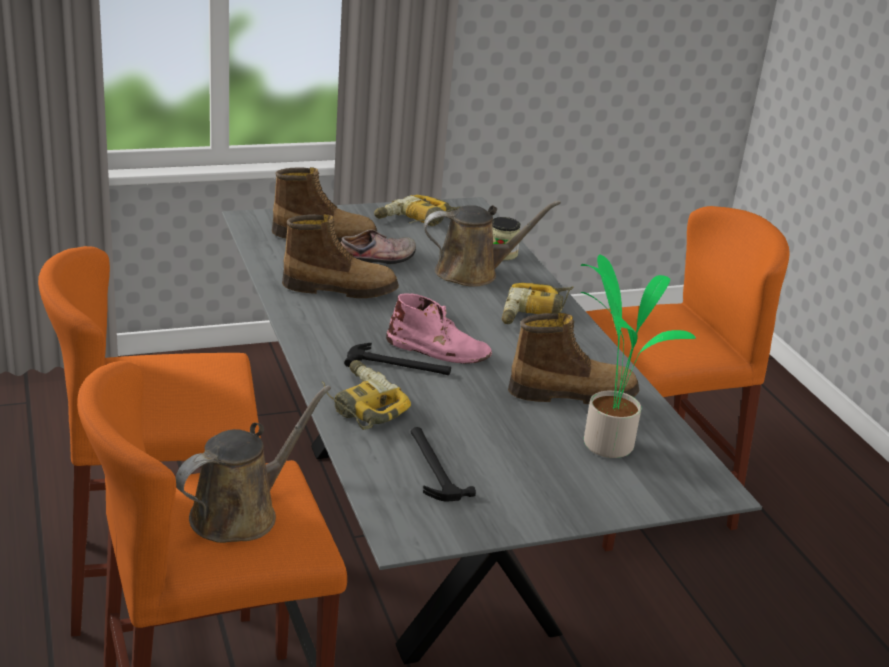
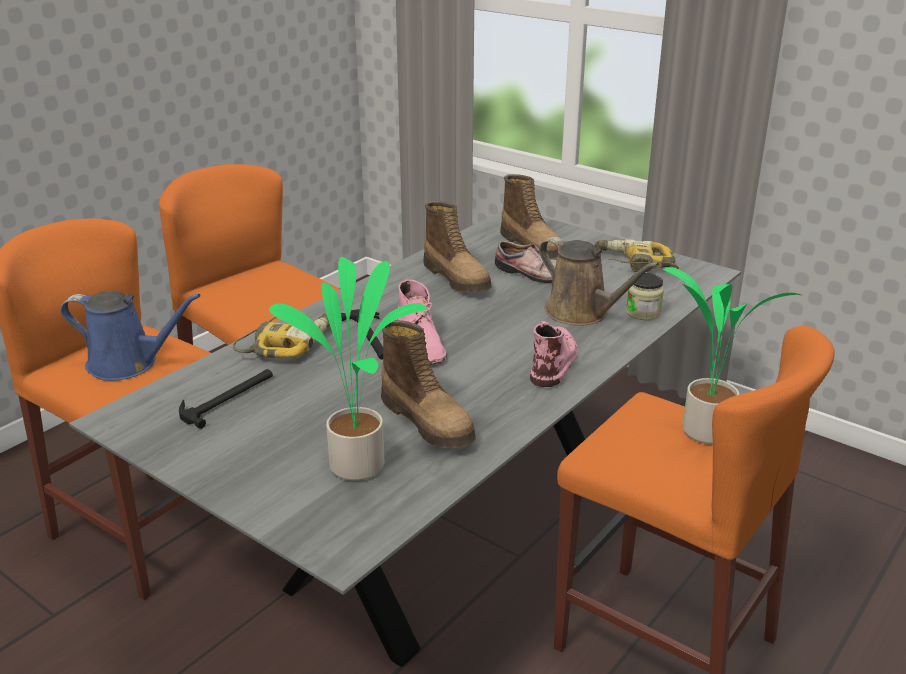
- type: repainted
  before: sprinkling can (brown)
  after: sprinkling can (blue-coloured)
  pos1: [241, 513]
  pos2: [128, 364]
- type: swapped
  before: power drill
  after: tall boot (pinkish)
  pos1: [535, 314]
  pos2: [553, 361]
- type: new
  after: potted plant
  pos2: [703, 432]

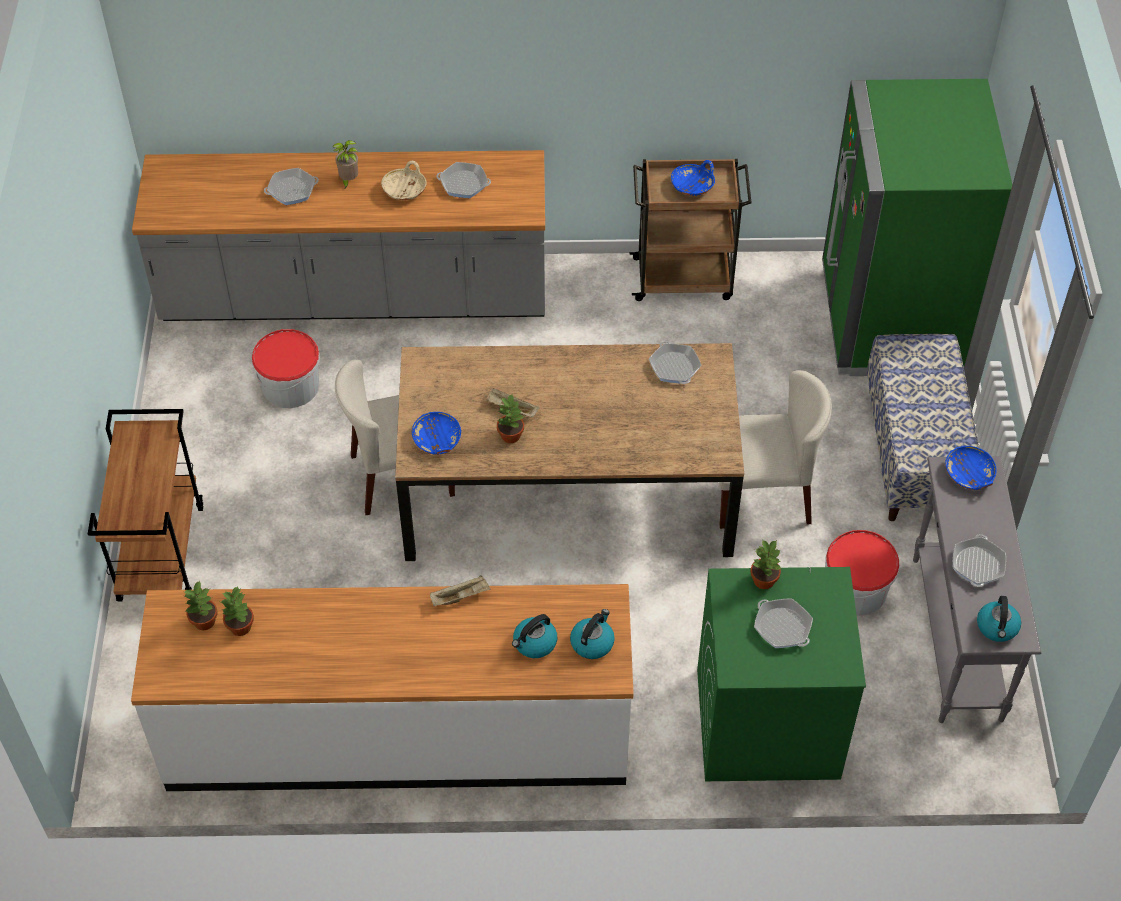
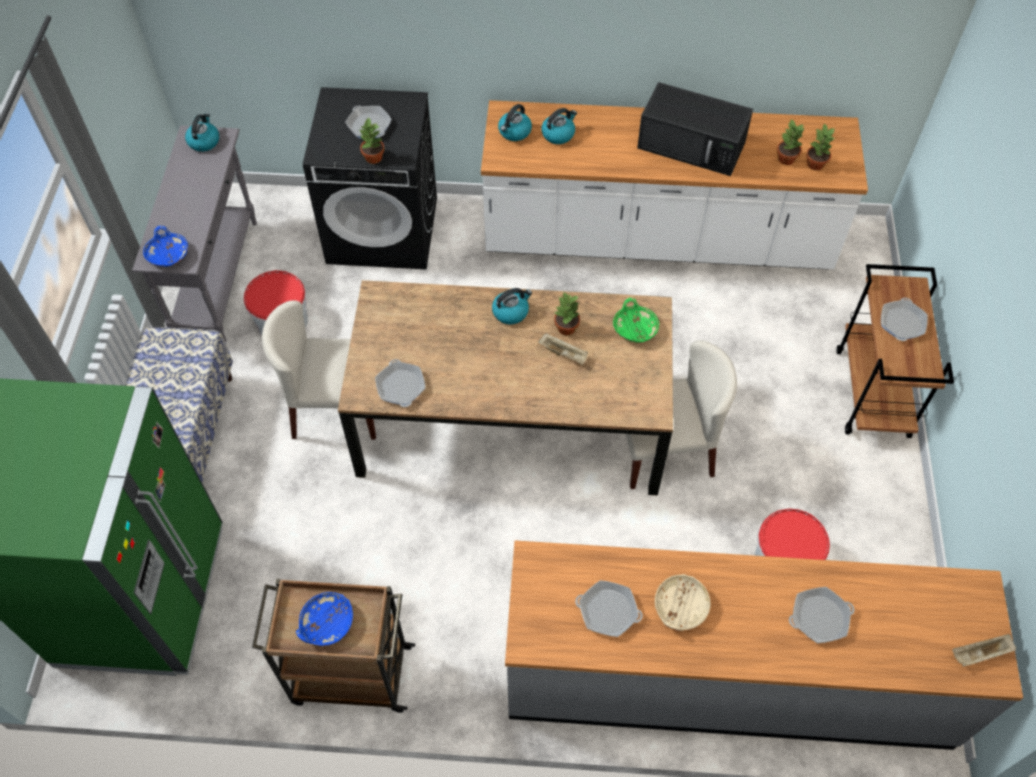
- type: gone
  before: potted plant
  pos1: [348, 181]
- type: repainted
  before: bowl (blue-coloured)
  after: bowl (greenish)
  pos1: [437, 440]
  pos2: [634, 328]
- type: shifted
  before: serving tray (beige)
  pos1: [460, 596]
  pos2: [979, 654]
- type: repainted
  before: washing machine (greenish)
  after: washing machine (blackish)
  pos1: [766, 724]
  pos2: [383, 230]
- type: shifted
  before: skillet
  pos1: [977, 565]
  pos2: [902, 323]
- type: new
  after: tea kettle
  pos2: [511, 312]
- type: new
  after: kitchen microwave (blackish)
  pos2: [693, 145]

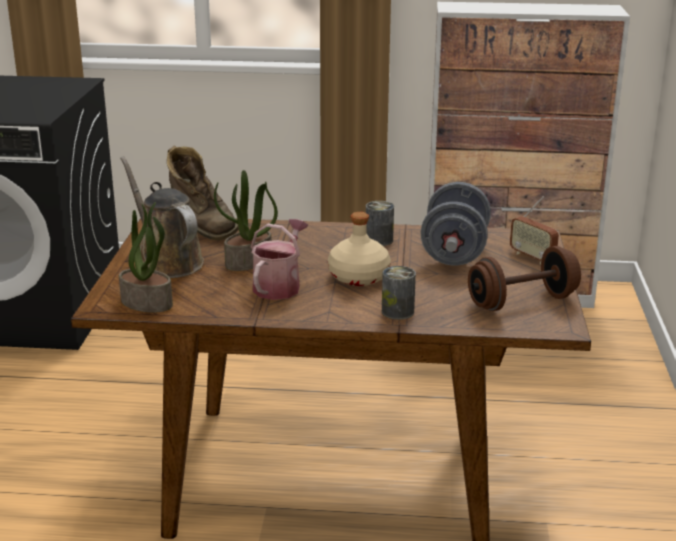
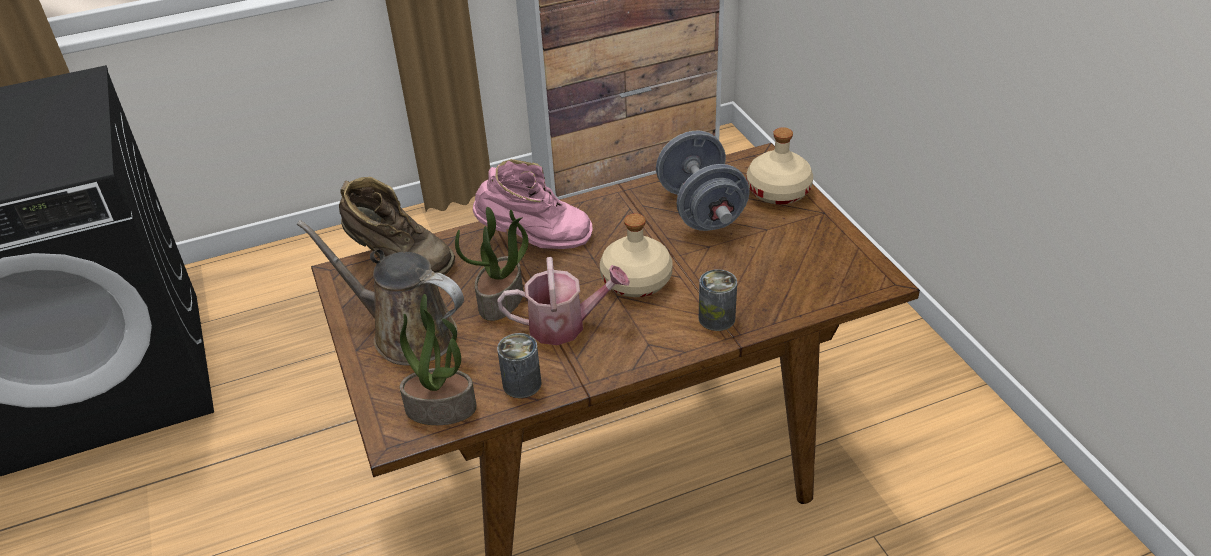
- type: rotated
  before: sprinkling can
  pos1: [279, 285]
  pos2: [565, 325]
  turn: 90
- type: shifted
  before: metal can
  pos1: [379, 240]
  pos2: [522, 384]
- type: gone
  before: dumbbell (brown)
  pos1: [522, 302]
- type: swapped
  before: radio set
  after: beverage bottle (beige)
  pos1: [532, 257]
  pos2: [779, 191]
- type: new
  after: tall boot (pinkish)
  pos2: [535, 241]

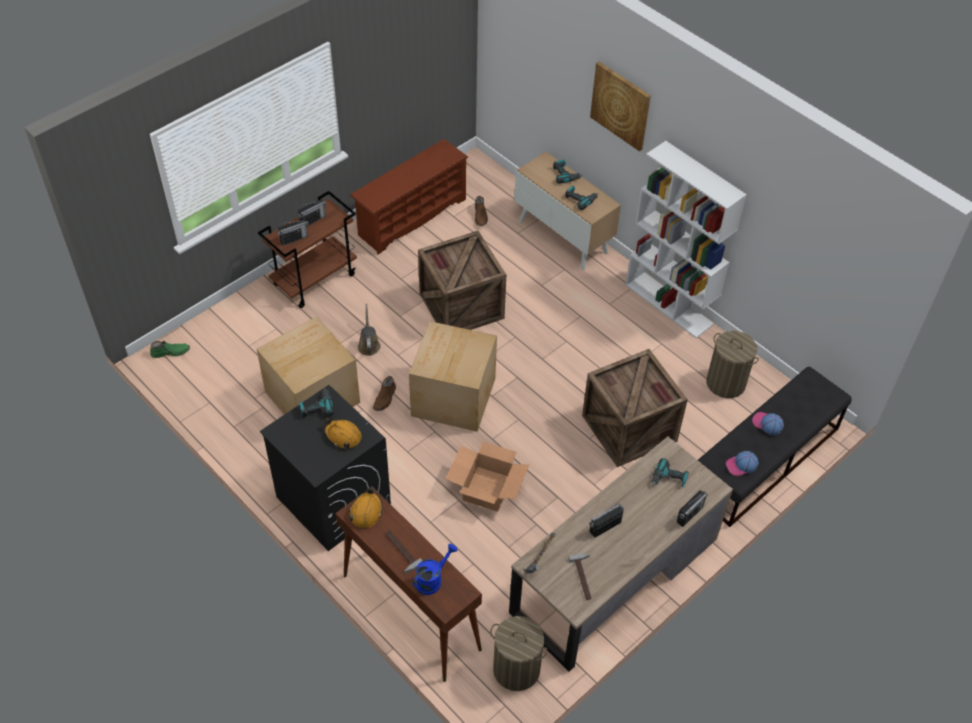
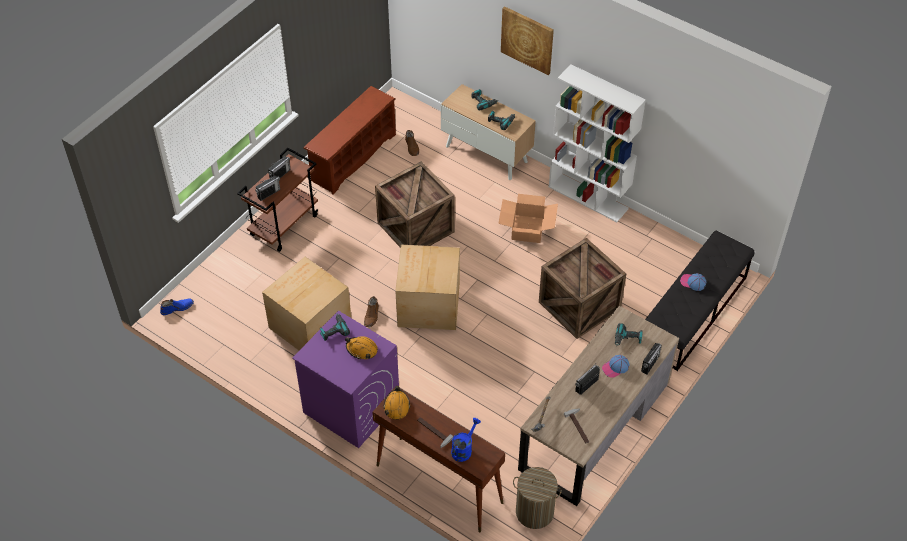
- type: repainted
  before: tall boot (greenish)
  after: tall boot (blue-coloured)
  pos1: [170, 352]
  pos2: [177, 308]
- type: repainted
  before: washing machine (blackish)
  after: washing machine (purplish)
  pos1: [332, 500]
  pos2: [351, 407]
- type: gone
  before: sprinkling can (brown)
  pos1: [369, 344]
- type: shifted
  before: carton
  pos1: [486, 489]
  pos2: [527, 229]
- type: gone
  before: washing basket
  pos1: [726, 383]
- type: shifted
  before: cap
  pos1: [741, 465]
  pos2: [615, 368]

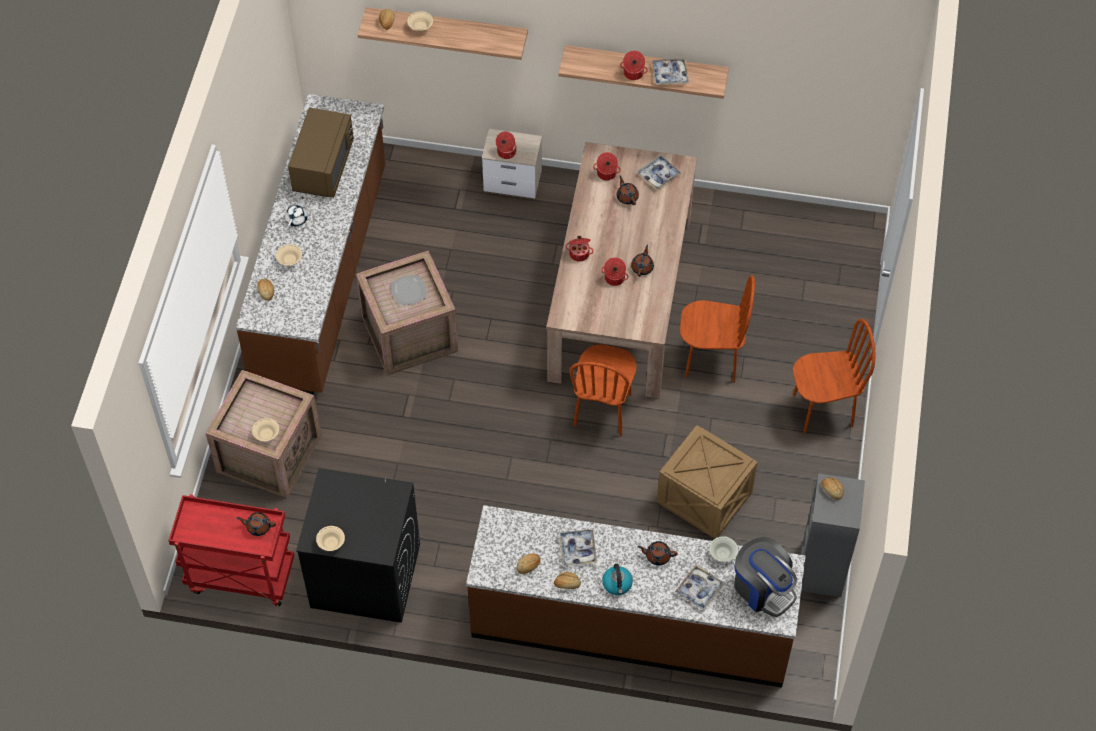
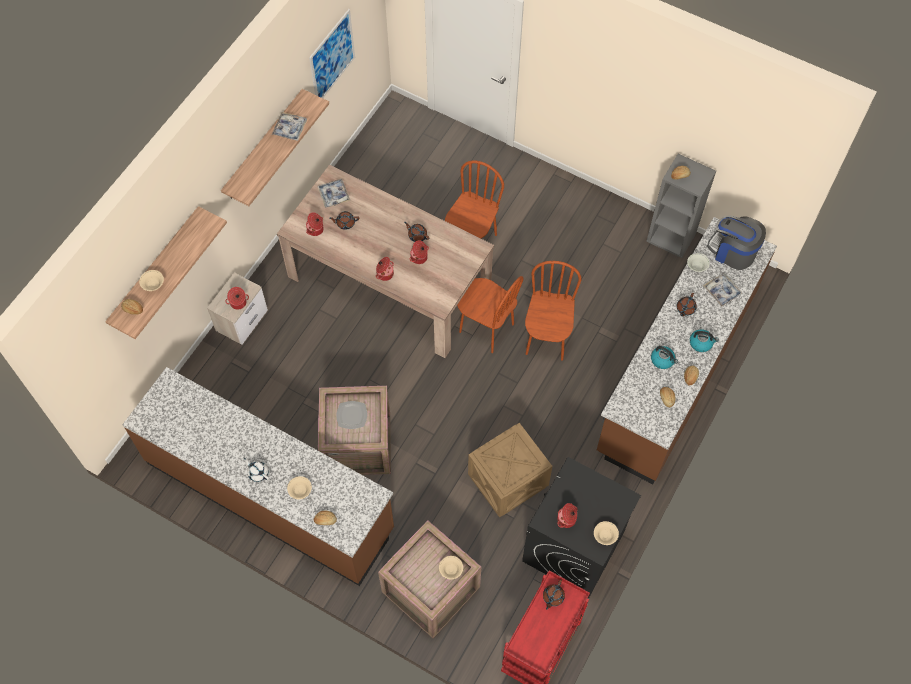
- type: gone
  before: kitchen microwave (brown)
  pos1: [323, 167]
- type: swapped
  before: serving tray
  after: tea kettle
  pos1: [577, 549]
  pos2: [662, 360]
- type: shifted
  before: stockpot
  pos1: [633, 73]
  pos2: [567, 519]
- type: shifted
  before: crate
  pos1: [705, 498]
  pos2: [509, 479]
- type: rotated
  before: coffee machine
  pos1: [762, 588]
  pos2: [732, 251]
  turn: -120
- type: shifted
  before: upright chair (brown)
  pos1: [823, 410]
  pos2: [547, 339]
- type: new
  after: wall art
  pos2: [332, 57]

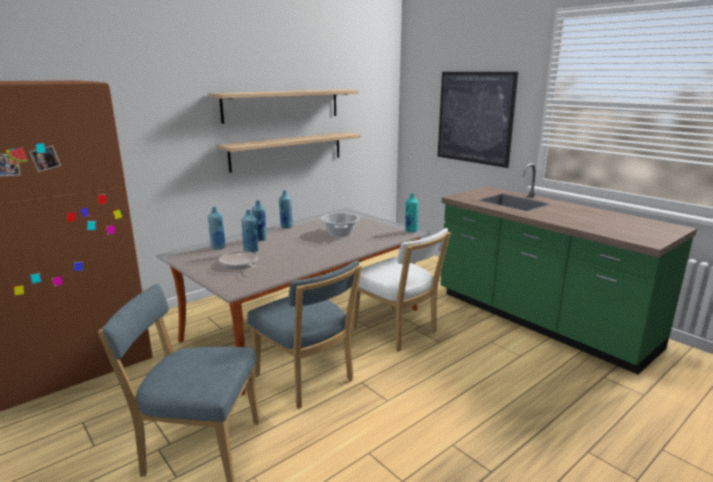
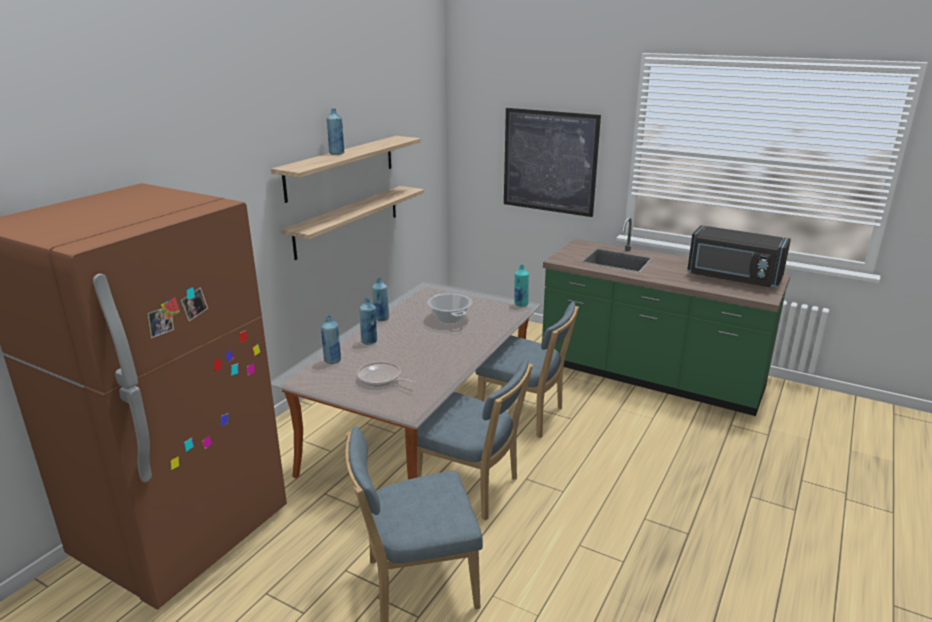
- type: shifted
  before: beverage bottle (blue-coloured)
  pos1: [251, 252]
  pos2: [337, 153]
- type: repainted
  before: upright chair (white-coloured)
  after: upright chair (blue-coloured)
  pos1: [397, 331]
  pos2: [524, 416]
- type: new
  after: kitchen microwave (blackish)
  pos2: [733, 278]

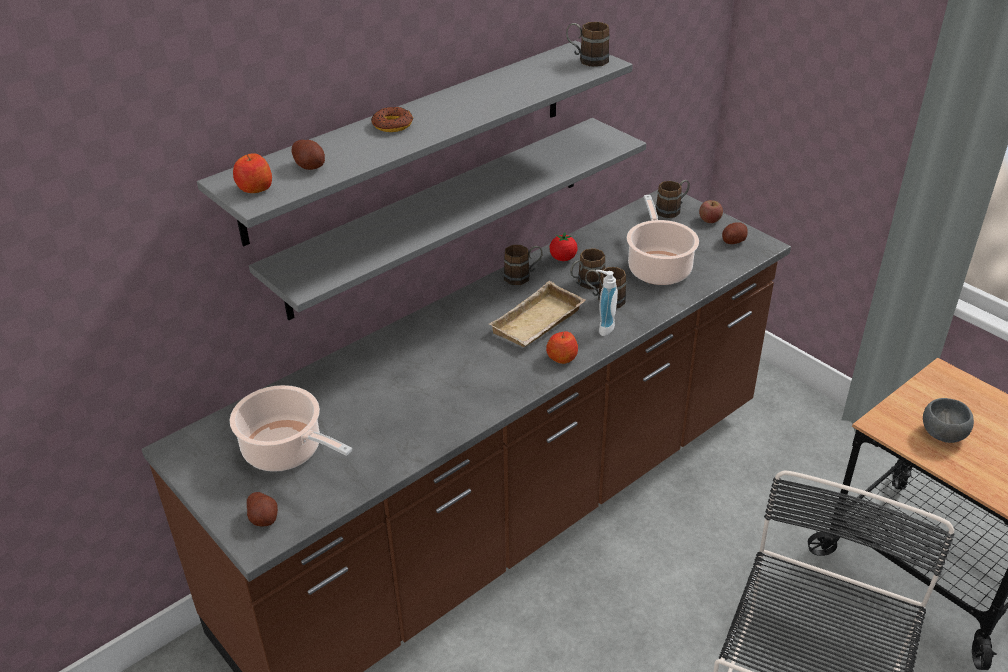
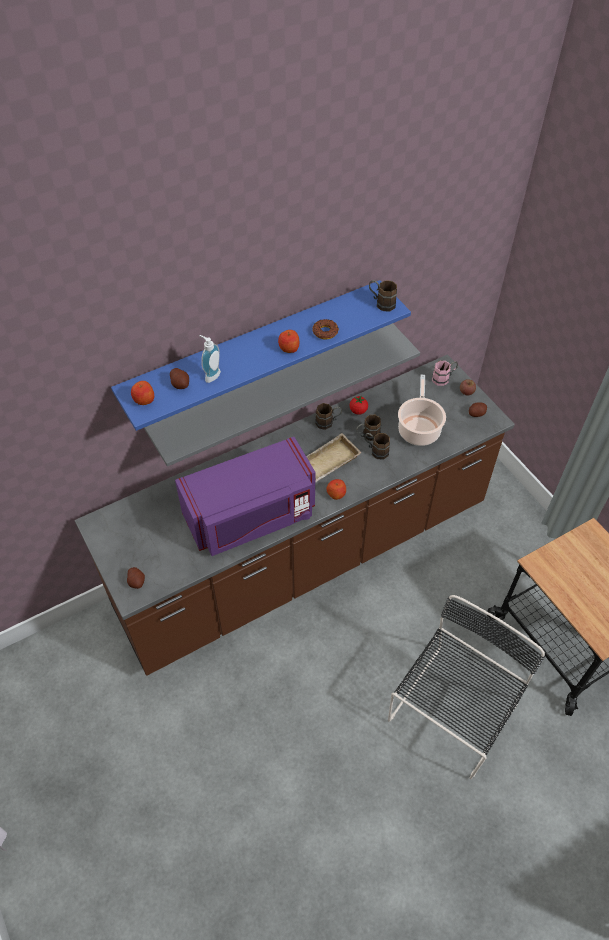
- type: repainted
  before: shelf (gray)
  after: shelf (blue-coloured)
  pos1: [410, 139]
  pos2: [254, 349]
- type: gone
  before: stockpot
  pos1: [286, 451]
- type: shifted
  before: doughnut
  pos1: [392, 124]
  pos2: [325, 332]
- type: shifted
  before: liquid soap bottle
  pos1: [603, 327]
  pos2: [211, 375]
- type: repainted
  before: mug (brown)
  after: mug (pinkish)
  pos1: [672, 210]
  pos2: [444, 378]
- type: gone
  before: bowl (gray)
  pos1: [941, 433]
- type: new
  after: kitchen microwave (purplish)
  pos2: [251, 516]
- type: new
  after: apple fruit
  pos2: [289, 348]

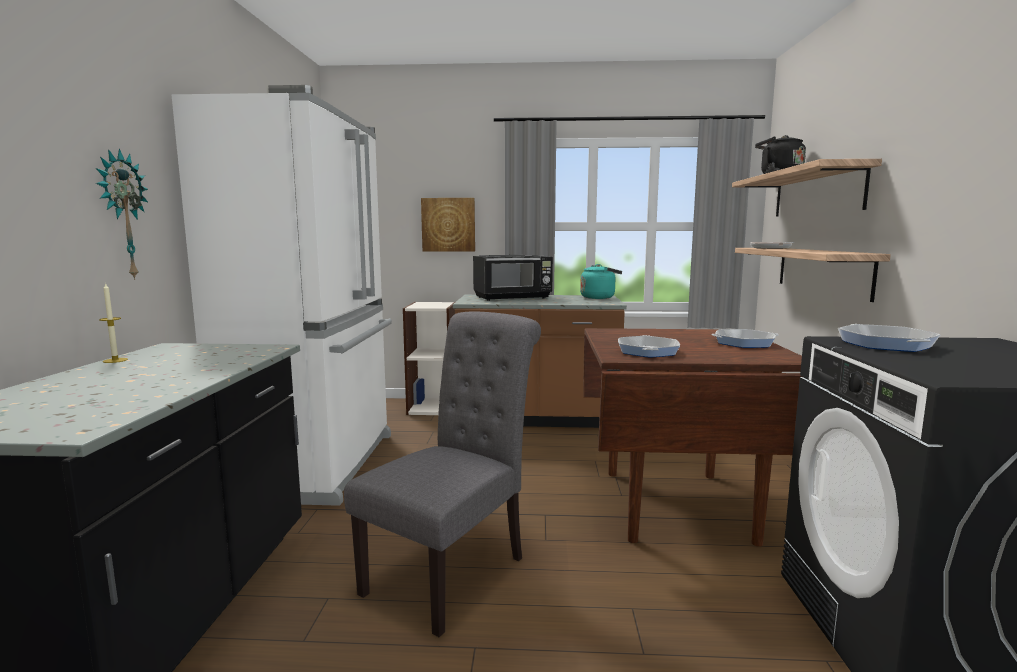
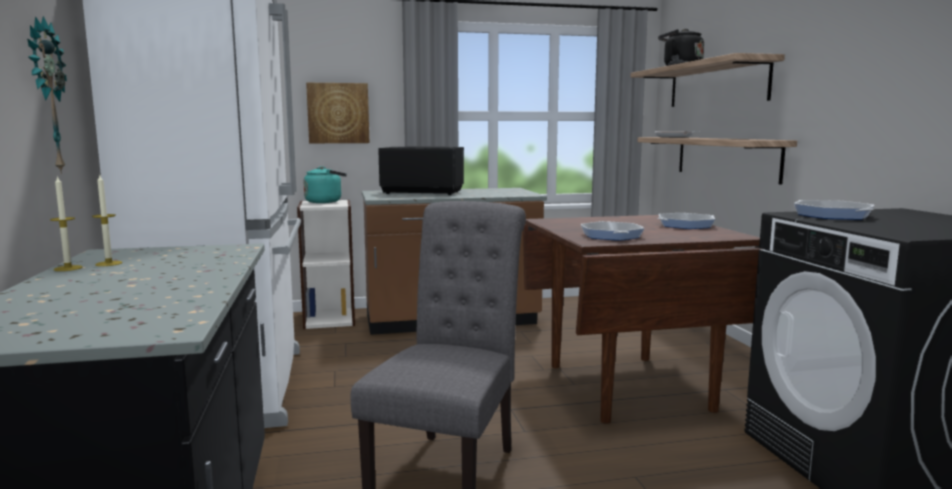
- type: rotated
  before: kitchen microwave (blackish)
  pos1: [513, 298]
  pos2: [422, 192]
  turn: -135
- type: shifted
  before: tea kettle (turquoise-coloured)
  pos1: [599, 297]
  pos2: [325, 201]
- type: new
  after: wax light
  pos2: [109, 263]

